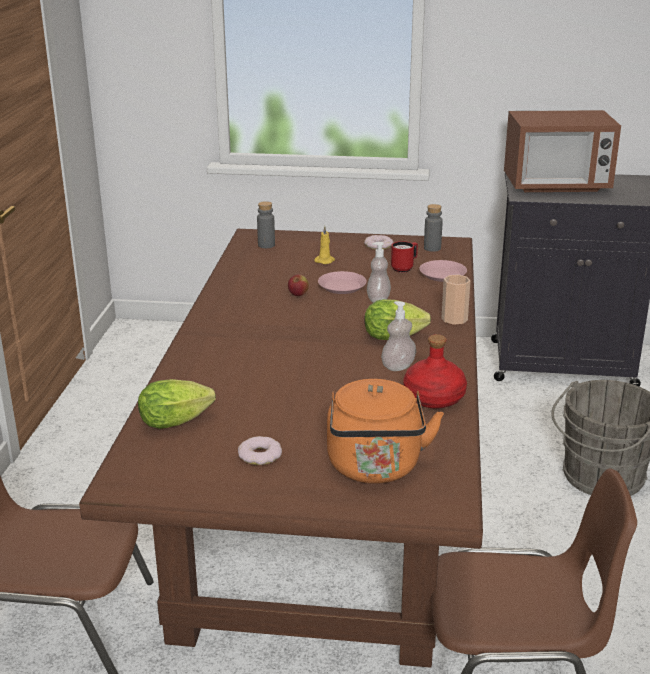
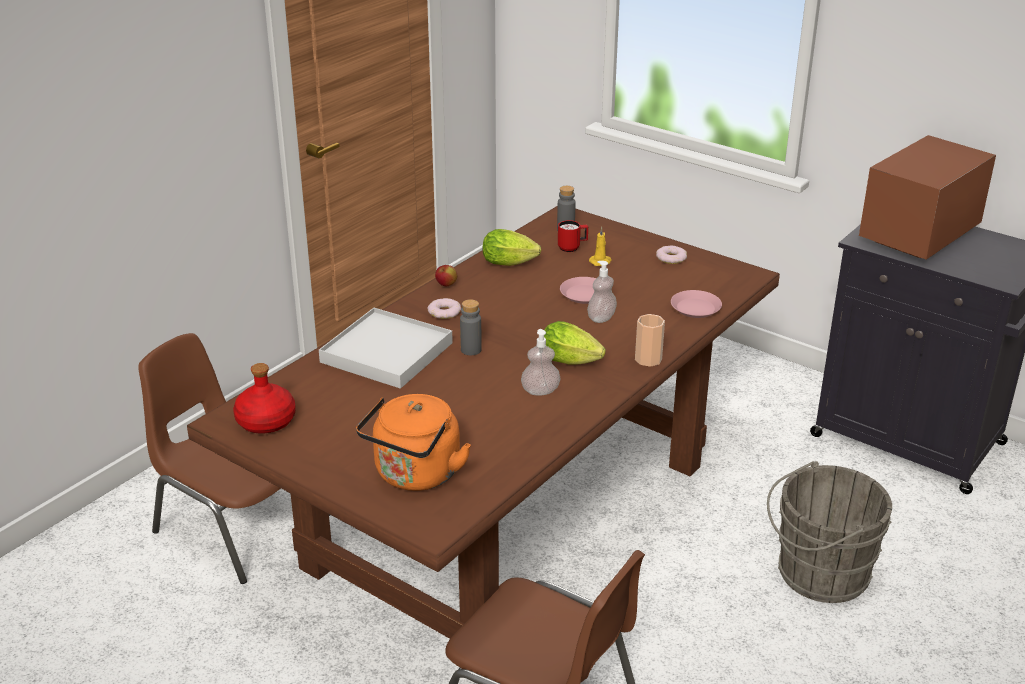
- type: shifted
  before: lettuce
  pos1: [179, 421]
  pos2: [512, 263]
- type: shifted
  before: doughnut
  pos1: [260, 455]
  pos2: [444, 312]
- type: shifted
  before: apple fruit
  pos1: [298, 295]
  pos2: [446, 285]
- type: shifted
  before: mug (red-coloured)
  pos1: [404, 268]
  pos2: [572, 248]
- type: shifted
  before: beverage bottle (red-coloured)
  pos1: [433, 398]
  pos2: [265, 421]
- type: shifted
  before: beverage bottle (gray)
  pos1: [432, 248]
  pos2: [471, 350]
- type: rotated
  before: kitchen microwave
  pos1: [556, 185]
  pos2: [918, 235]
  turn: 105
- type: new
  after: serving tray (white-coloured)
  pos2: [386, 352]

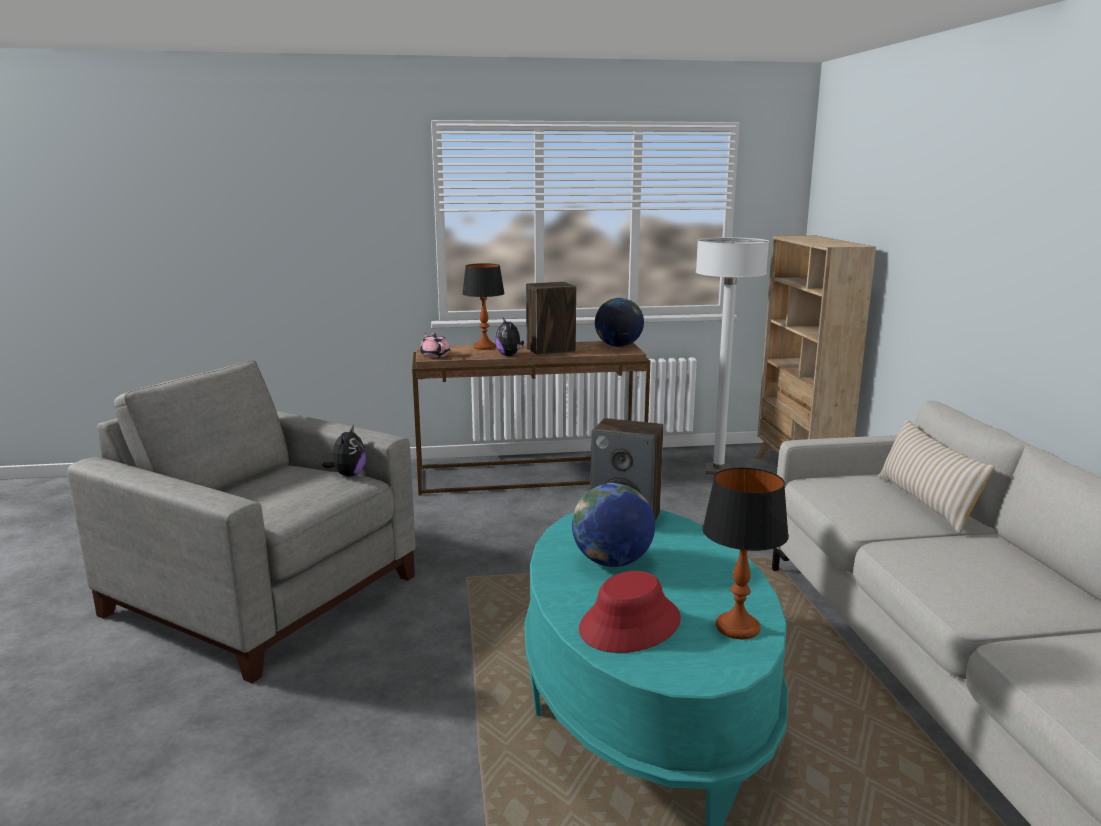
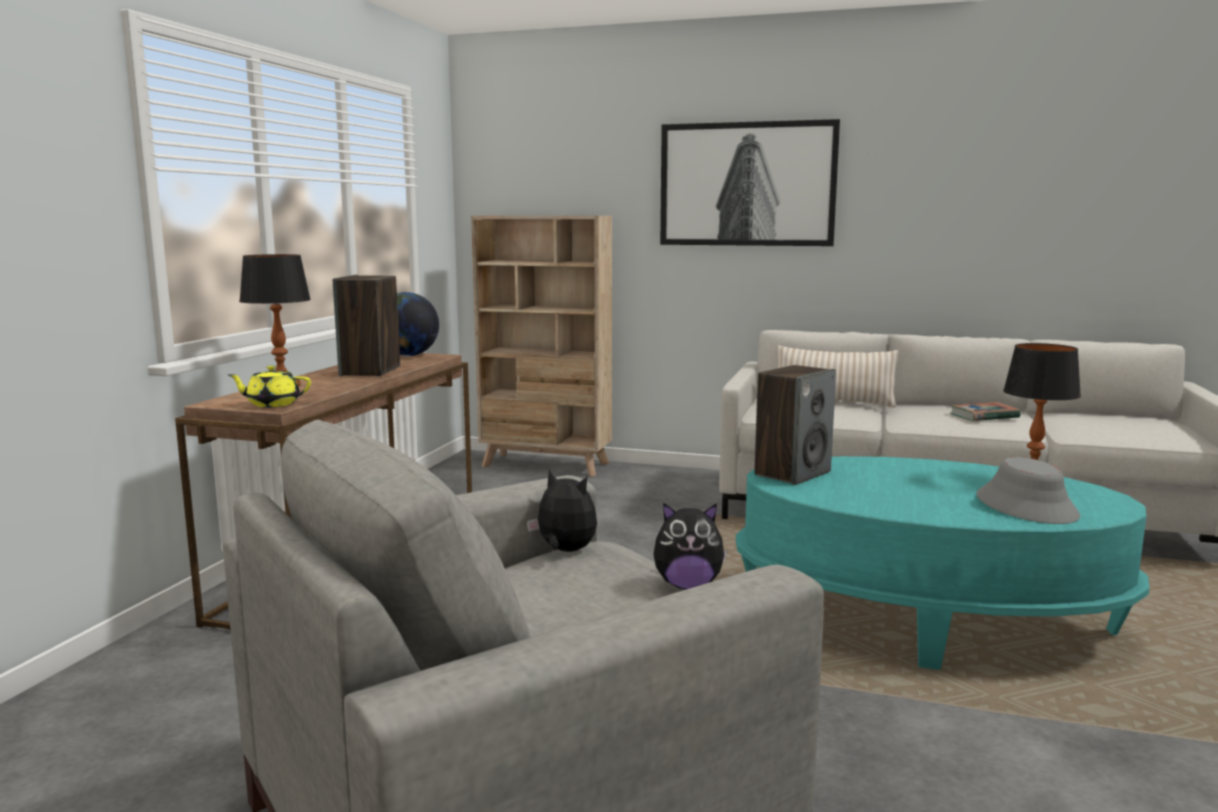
- type: repainted
  before: pot for tea (pinkish)
  after: pot for tea (yellow-coloured)
  pos1: [435, 355]
  pos2: [272, 404]
- type: shifted
  before: soft toy
  pos1: [510, 355]
  pos2: [688, 585]
- type: gone
  before: world globe
  pos1: [612, 562]
- type: repainted
  before: clothing hat (red-coloured)
  after: clothing hat (gray)
  pos1: [630, 625]
  pos2: [1026, 506]
- type: gone
  before: standing lamp (white-coloured)
  pos1: [718, 470]
- type: new
  after: wall art
  pos2: [746, 184]
- type: new
  after: book
  pos2: [984, 416]

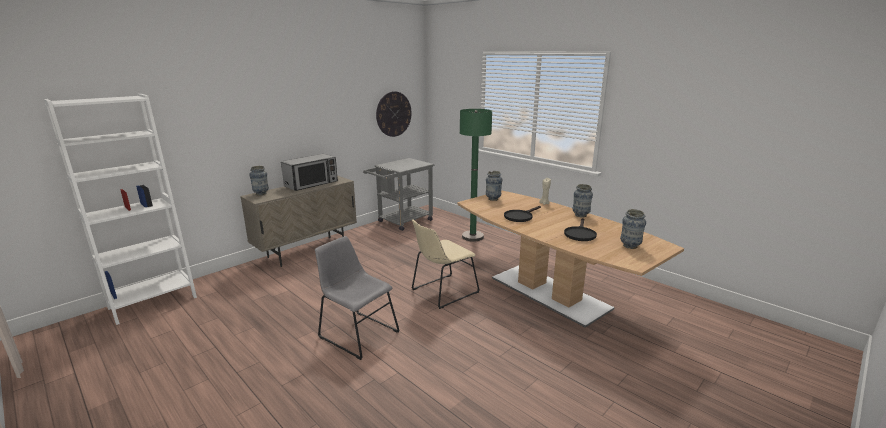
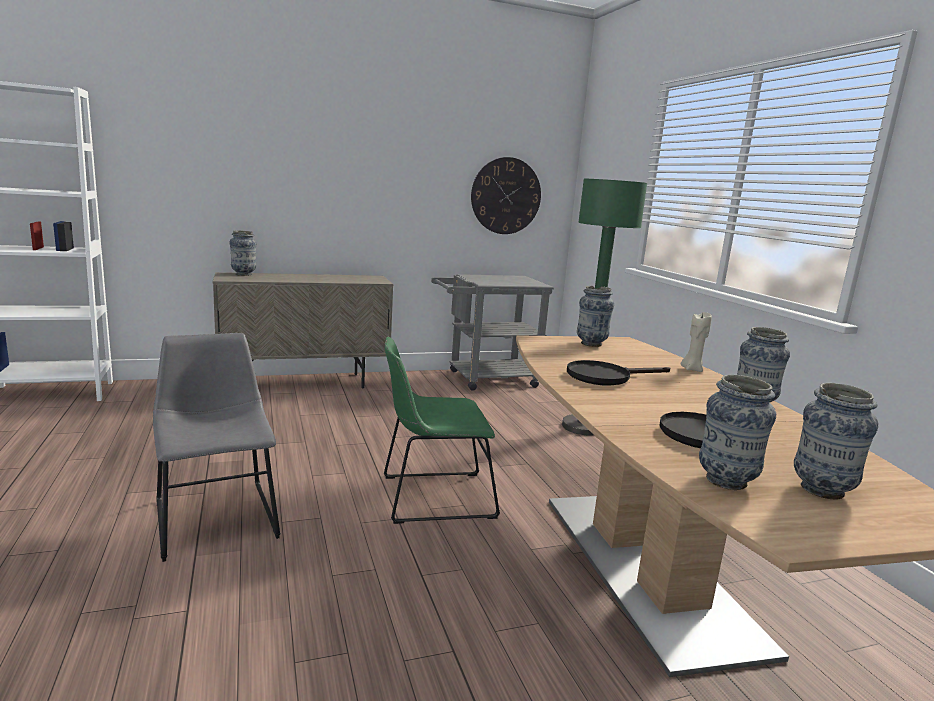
- type: gone
  before: kitchen microwave
  pos1: [311, 184]
- type: repainted
  before: upright chair (beige)
  after: upright chair (greenish)
  pos1: [442, 292]
  pos2: [432, 497]
- type: new
  after: flower vase
  pos2: [726, 481]

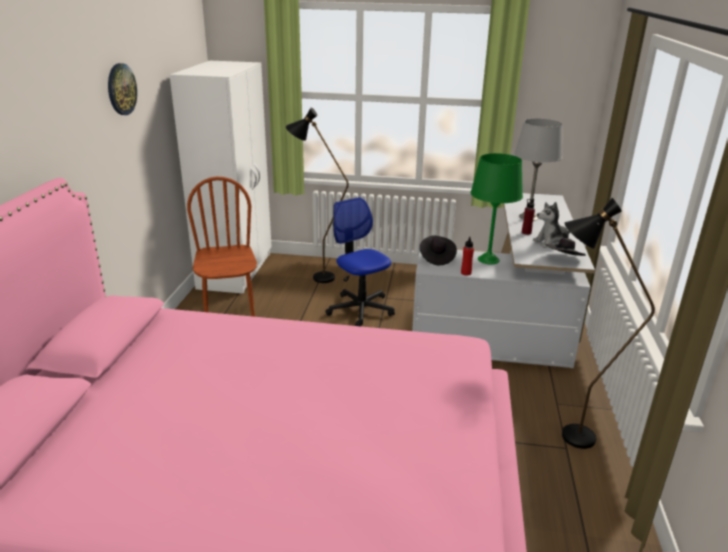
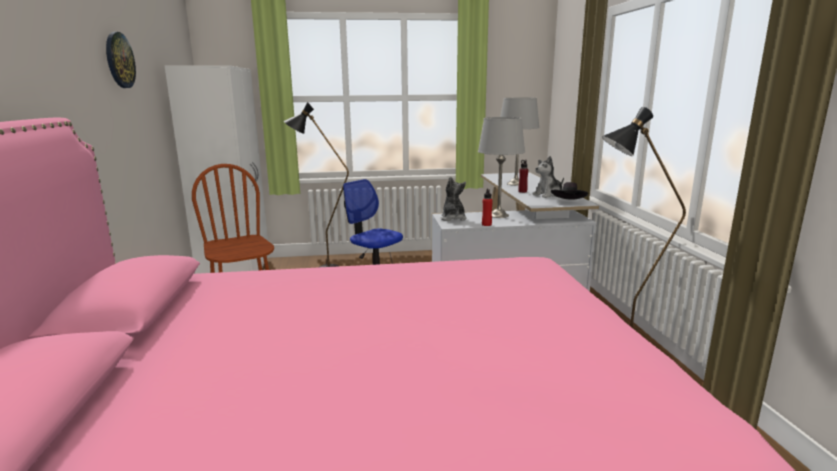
- type: swapped
  before: clothing hat (blackish)
  after: soft toy
  pos1: [436, 258]
  pos2: [453, 218]
- type: repainted
  before: tabletop lamp (greenish)
  after: tabletop lamp (gray)
  pos1: [488, 260]
  pos2: [498, 215]

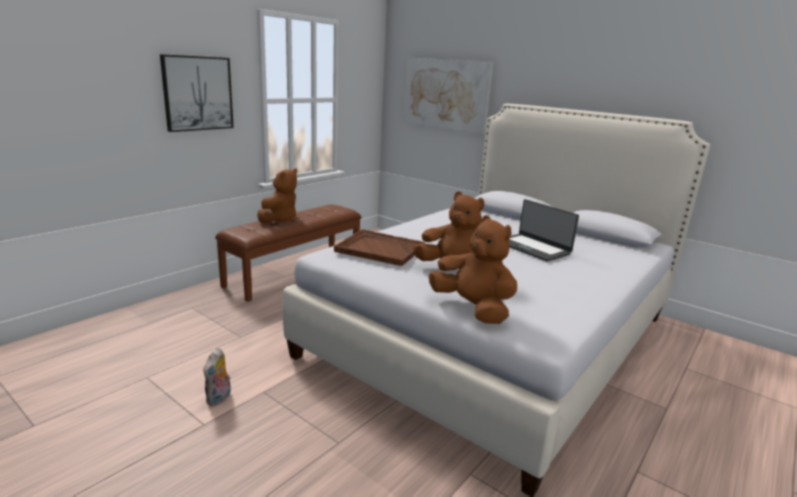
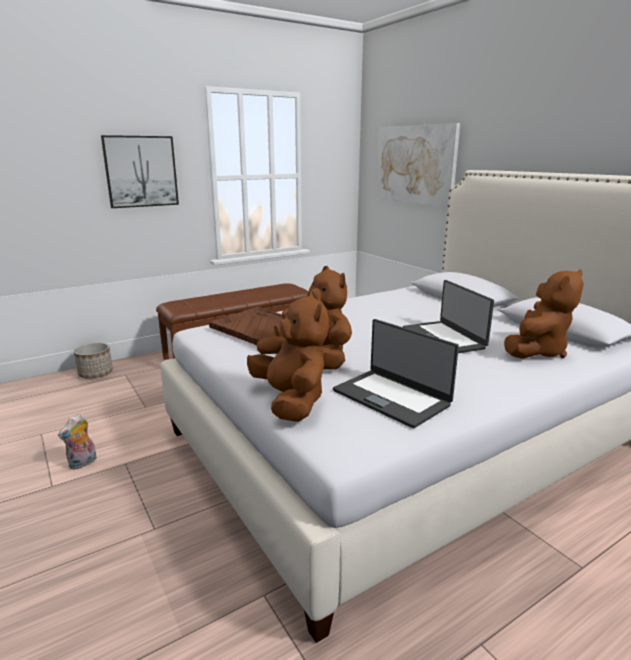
- type: shifted
  before: soft toy (brown)
  pos1: [280, 219]
  pos2: [536, 351]
- type: new
  after: planter
  pos2: [96, 373]
- type: new
  after: portable computer
  pos2: [392, 397]

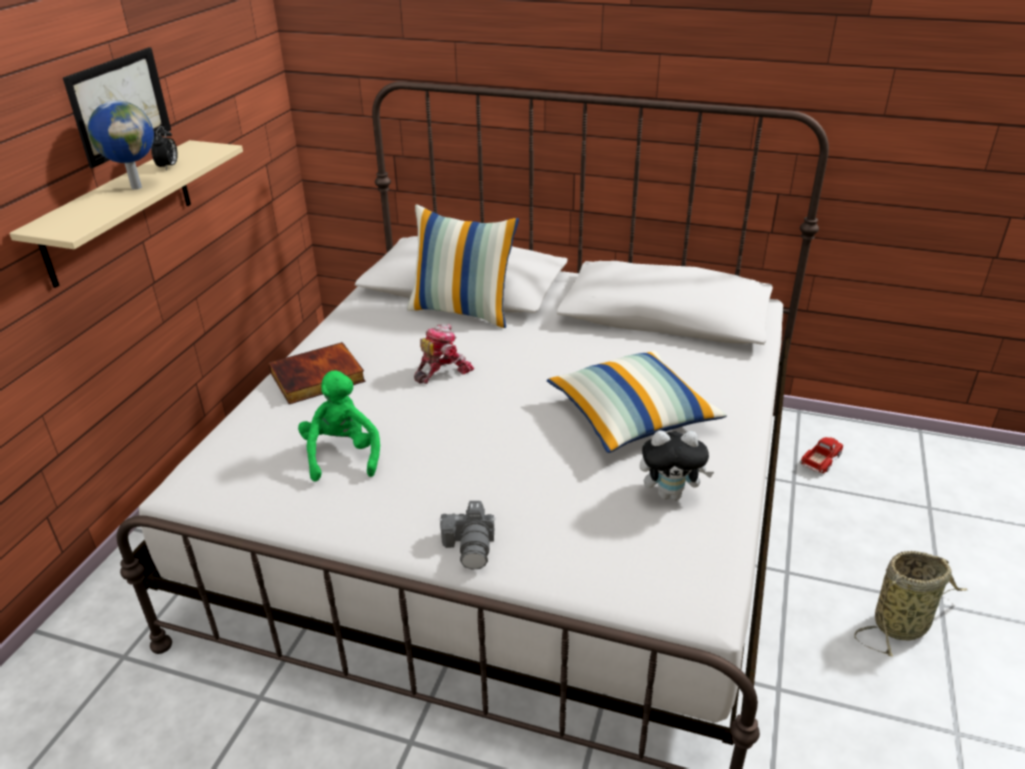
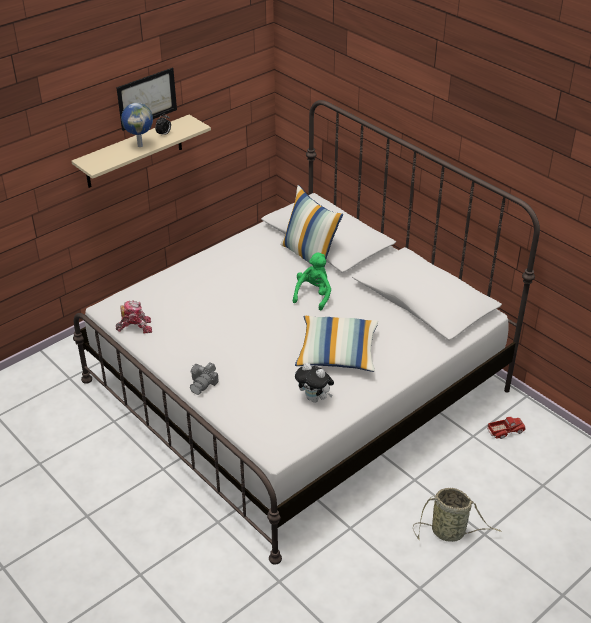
- type: gone
  before: book
  pos1: [317, 378]
- type: shifted
  before: soft toy (greenish)
  pos1: [342, 455]
  pos2: [313, 295]
- type: shifted
  before: toy robot
  pos1: [442, 371]
  pos2: [135, 326]

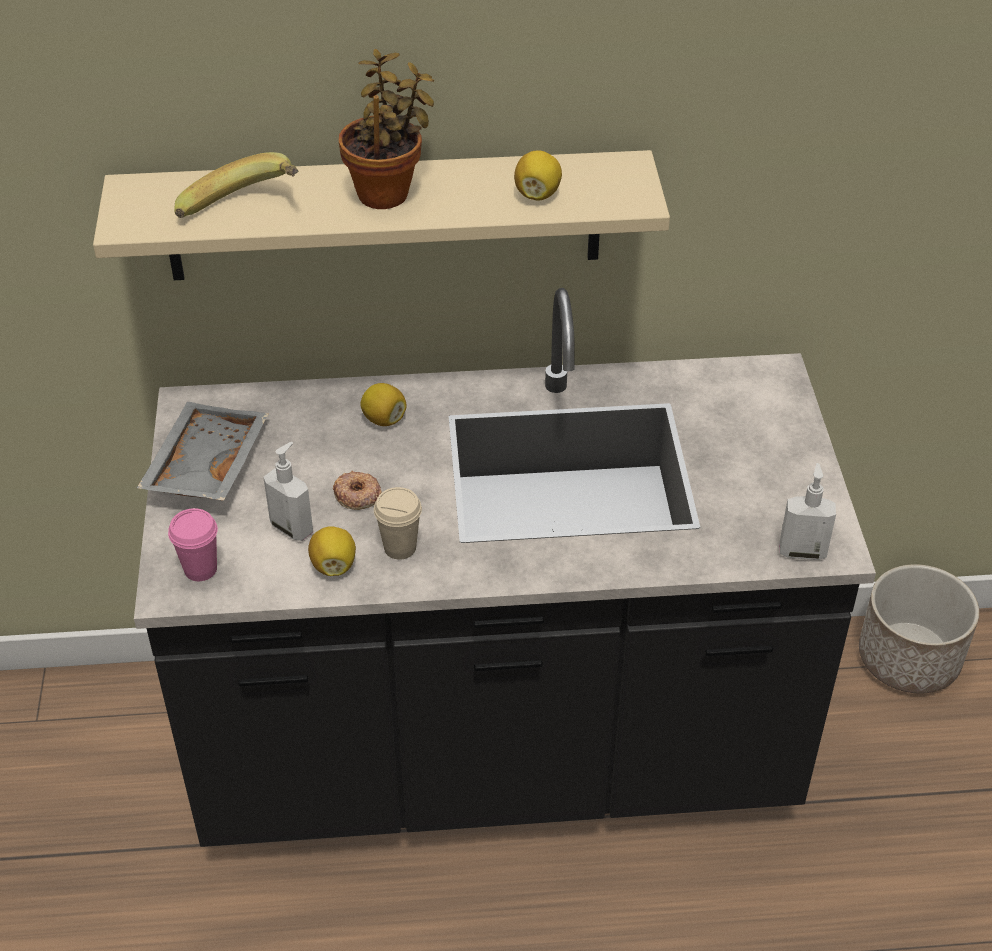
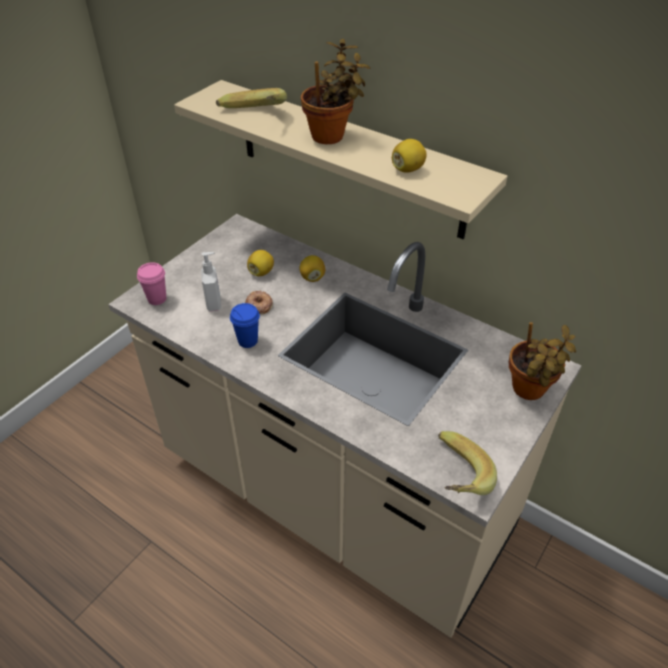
- type: repainted
  before: kitchen base unit (blackish)
  after: kitchen base unit (beige)
  pos1: [496, 753]
  pos2: [334, 496]
- type: gone
  before: serving tray (gray)
  pos1: [204, 465]
- type: shifted
  before: citrus fruit
  pos1: [334, 565]
  pos2: [261, 272]
- type: repainted
  before: drinking cup (beige)
  after: drinking cup (blue-coloured)
  pos1: [400, 548]
  pos2: [247, 341]
- type: swapped
  before: liquid soap bottle
  after: banana
  pos1: [802, 551]
  pos2: [454, 477]
- type: gone
  before: planter
  pos1: [908, 658]
- type: new
  after: potted plant
  pos2: [529, 391]

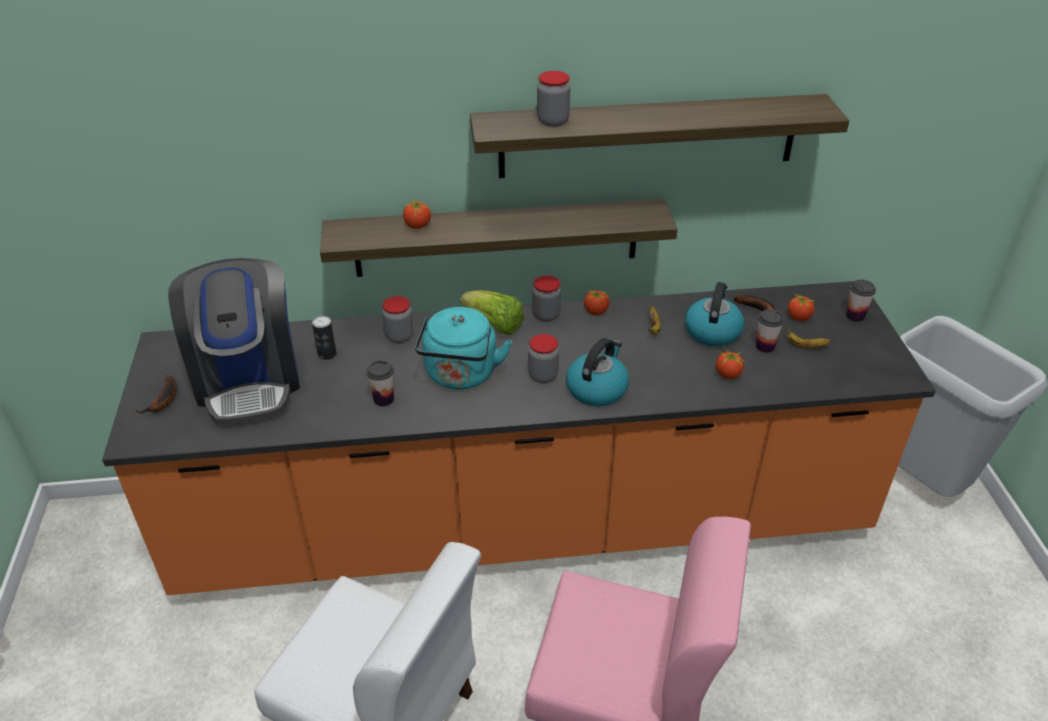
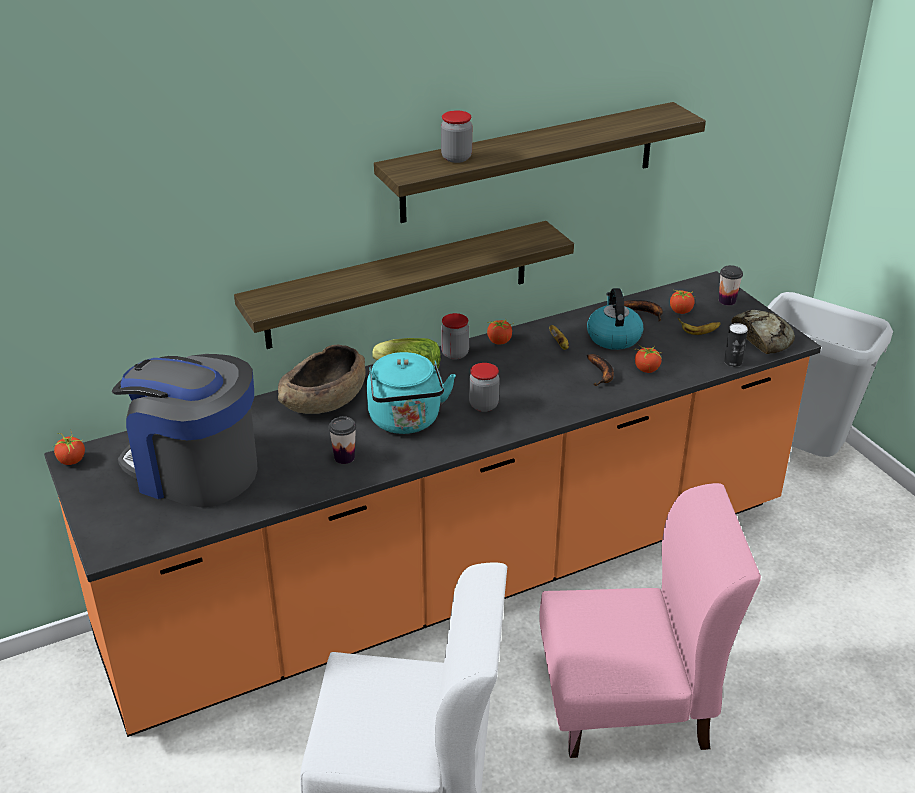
- type: shifted
  before: banana
  pos1: [164, 400]
  pos2: [602, 374]
- type: rotated
  before: coffee machine
  pos1: [248, 379]
  pos2: [194, 470]
  turn: 150
- type: shifted
  before: metal can
  pos1: [327, 354]
  pos2: [733, 362]
- type: swapped
  before: storage jar
  after: bowl (brown)
  pos1: [399, 336]
  pos2: [324, 400]
- type: shifted
  before: whole tomato
  pos1: [417, 225]
  pos2: [71, 460]
- type: gone
  before: tea kettle
  pos1: [597, 389]
- type: gone
  before: drinking cup
  pos1: [765, 346]
- type: new
  after: baked bread
  pos2: [762, 337]

